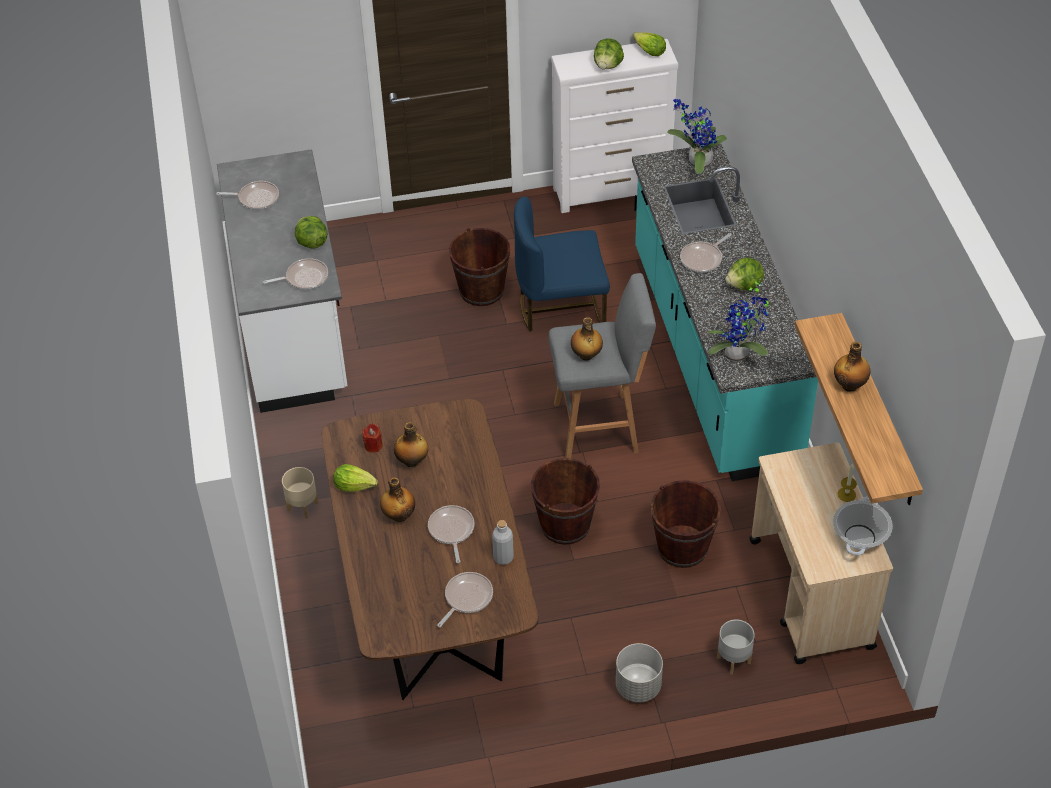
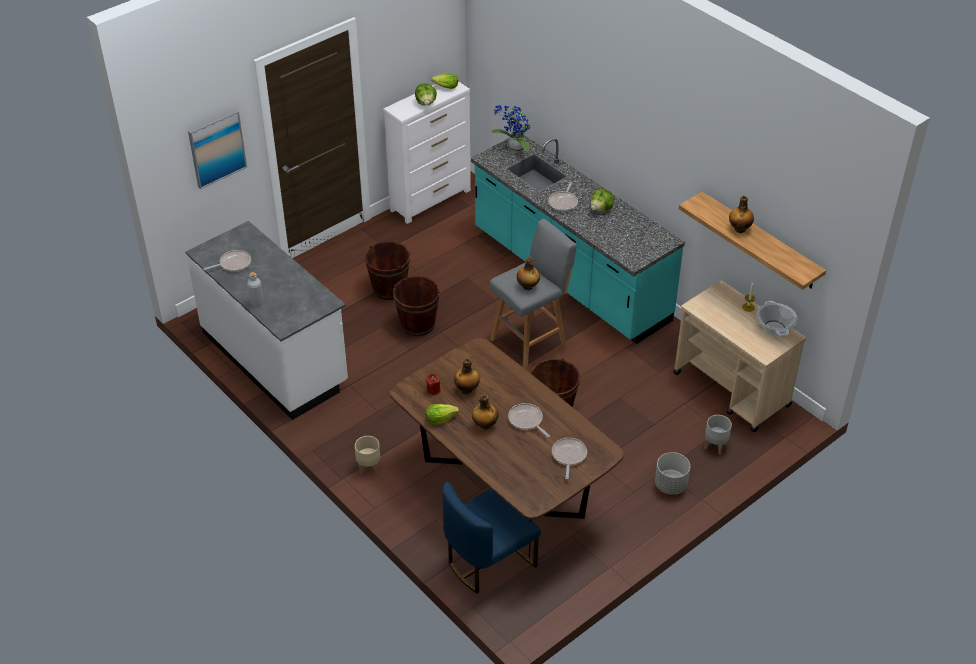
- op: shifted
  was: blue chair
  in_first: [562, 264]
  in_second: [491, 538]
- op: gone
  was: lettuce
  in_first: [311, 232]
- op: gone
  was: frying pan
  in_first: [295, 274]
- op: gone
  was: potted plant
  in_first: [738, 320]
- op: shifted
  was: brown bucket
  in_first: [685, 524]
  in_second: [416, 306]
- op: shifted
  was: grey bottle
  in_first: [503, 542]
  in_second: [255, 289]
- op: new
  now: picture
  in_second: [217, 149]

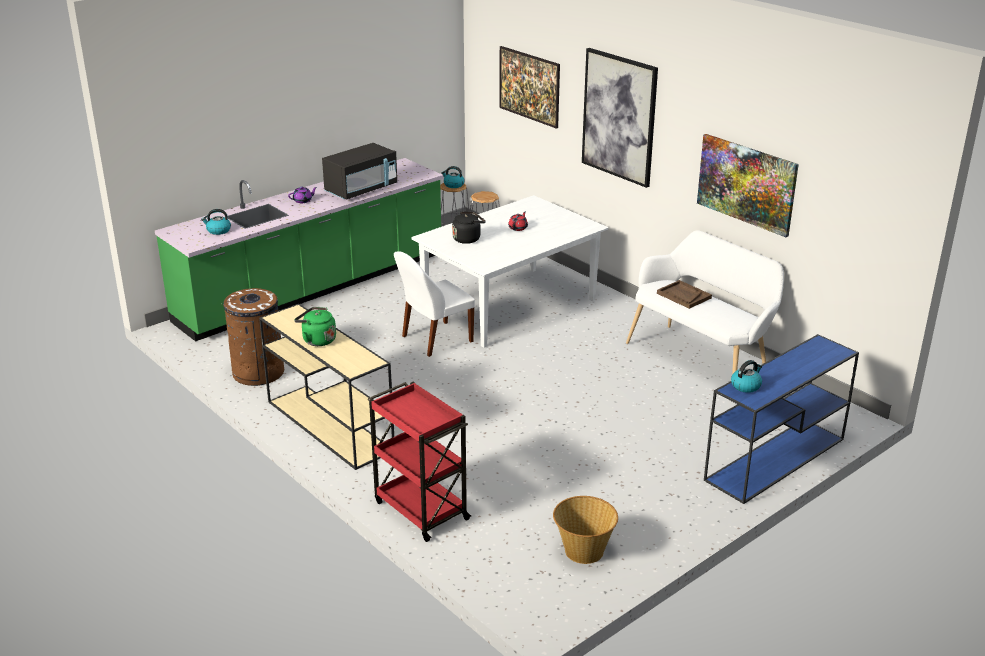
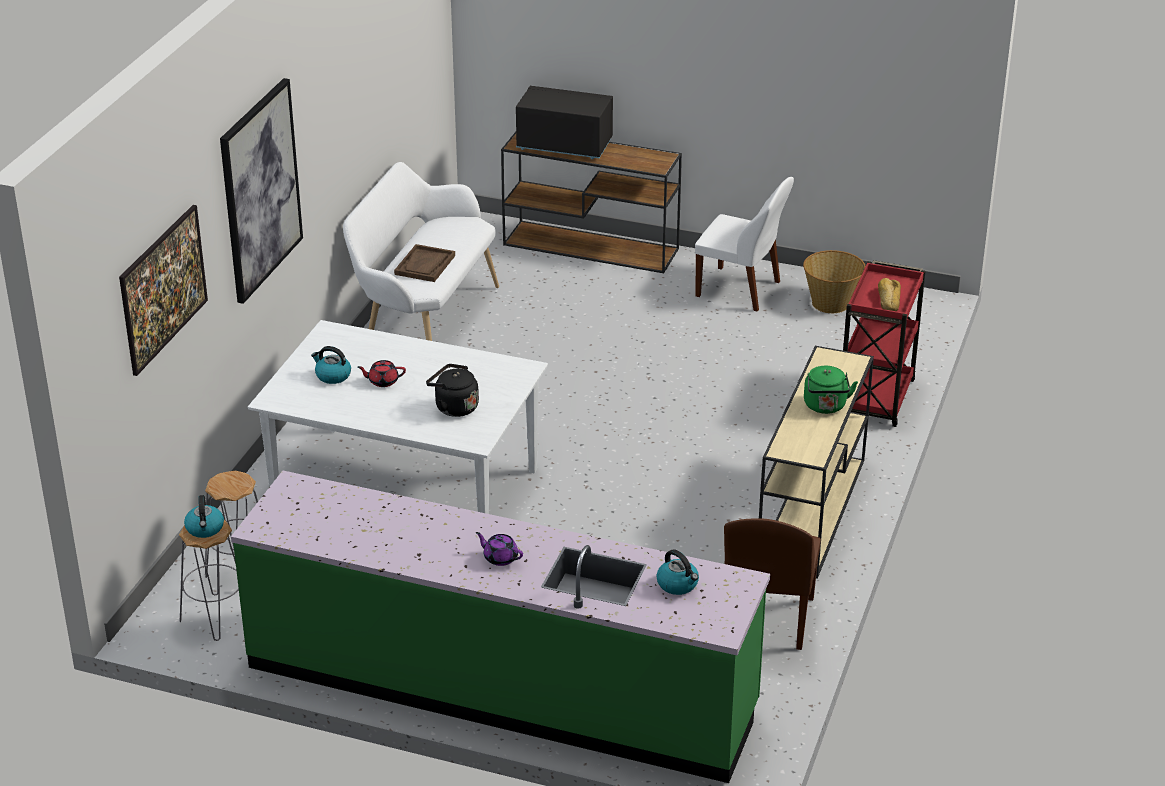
- op: gone
  was: picture
  in_first: [748, 185]
- op: shifted
  was: black microwave
  in_first: [359, 171]
  in_second: [564, 122]
- op: shifted
  was: white chair
  in_first: [434, 304]
  in_second: [744, 244]
- op: swapped
  was: brown trash can
  now: brown chair
  in_first: [252, 337]
  in_second: [772, 584]
- op: repainted
  was: blue console table
  now: brown console table
  in_first: [781, 419]
  in_second: [591, 202]
- op: shifted
  was: kettle
  in_first: [746, 376]
  in_second: [331, 365]
- op: new
  now: bread
  in_second: [889, 294]

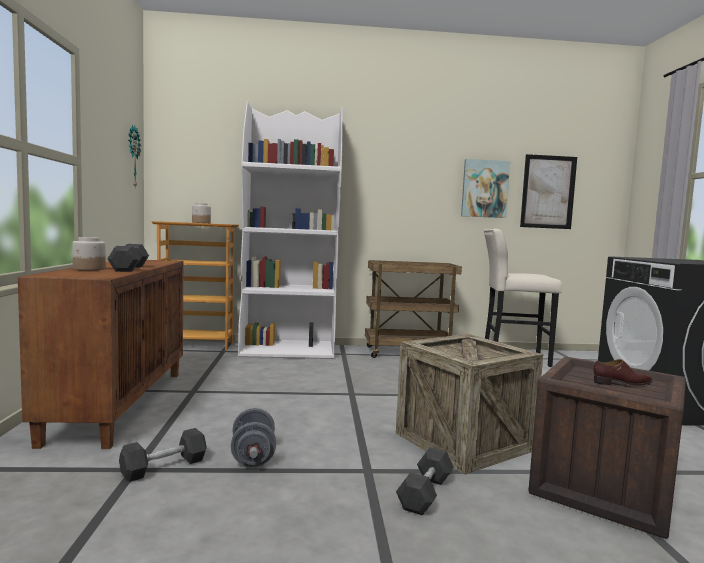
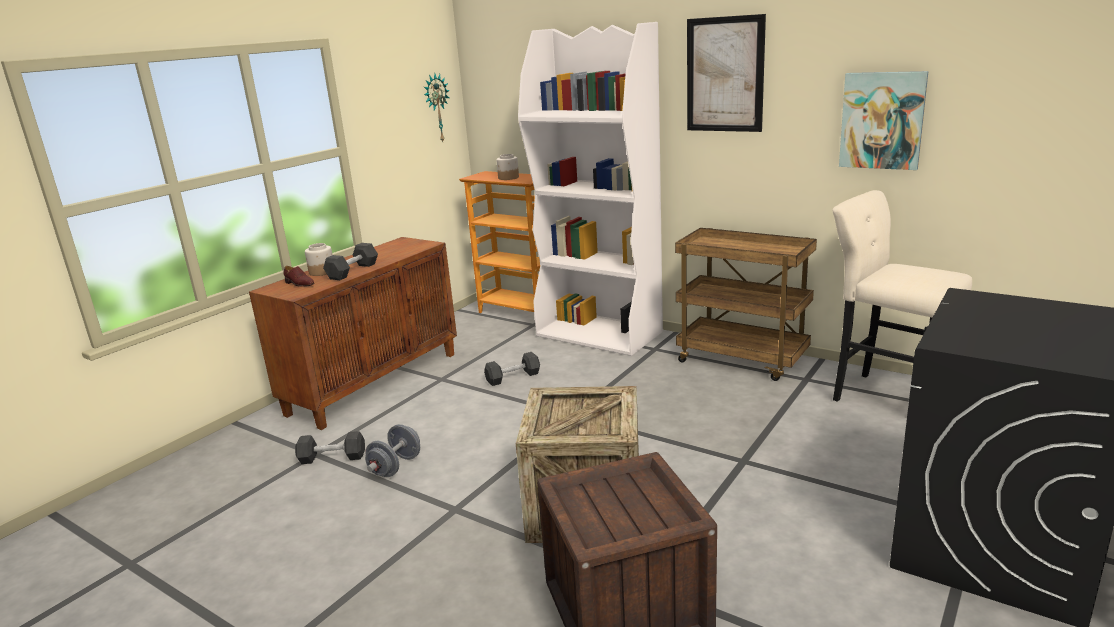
- op: shifted
  was: picture
  in_first: [548, 191]
  in_second: [726, 73]
- op: shifted
  was: brown shoe
  in_first: [622, 372]
  in_second: [298, 276]
- op: shifted
  was: black dumbbell
  in_first: [425, 481]
  in_second: [512, 369]

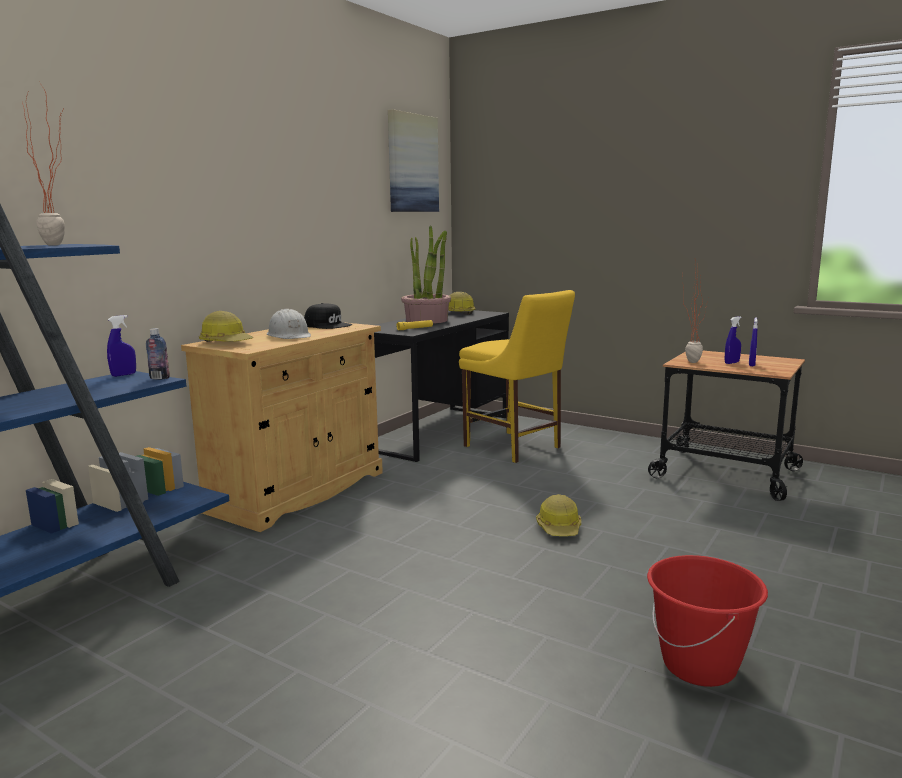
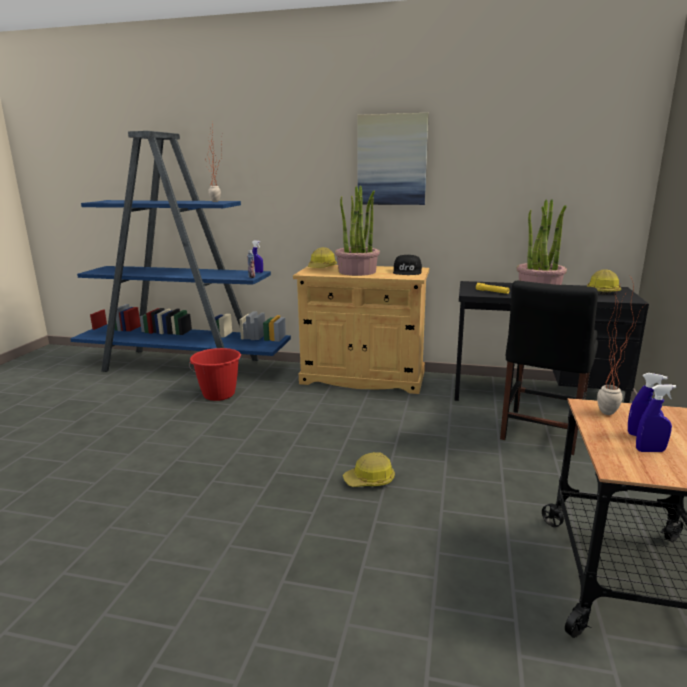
- op: shifted
  was: picture
  in_first: [413, 160]
  in_second: [393, 159]
- op: repainted
  was: yellow chair
  now: black chair
  in_first: [517, 376]
  in_second: [549, 368]
- op: swapped
  was: white hard hat
  now: potted plant
  in_first: [289, 324]
  in_second: [357, 230]
- op: shifted
  was: red bucket
  in_first: [707, 621]
  in_second: [215, 374]

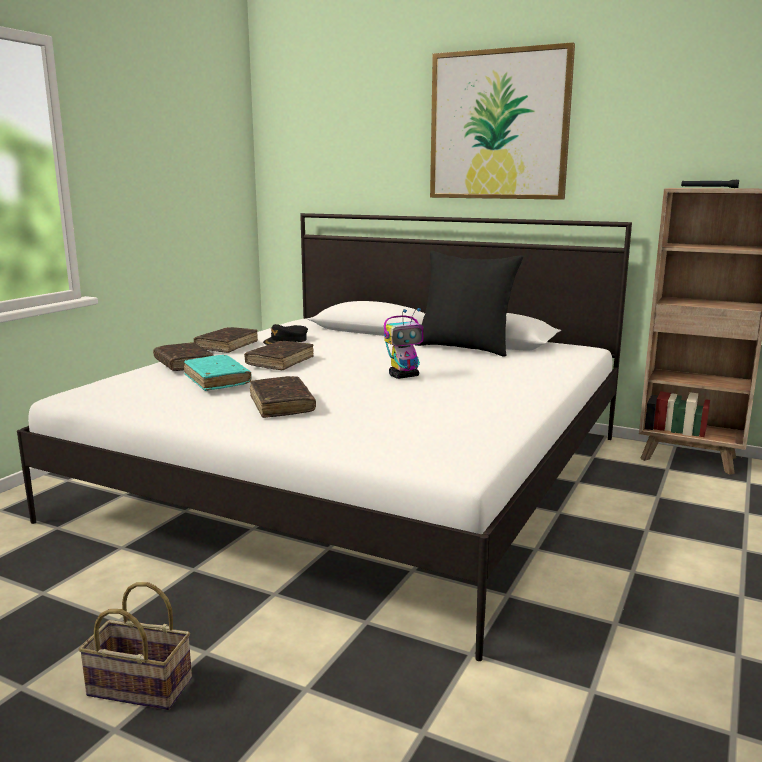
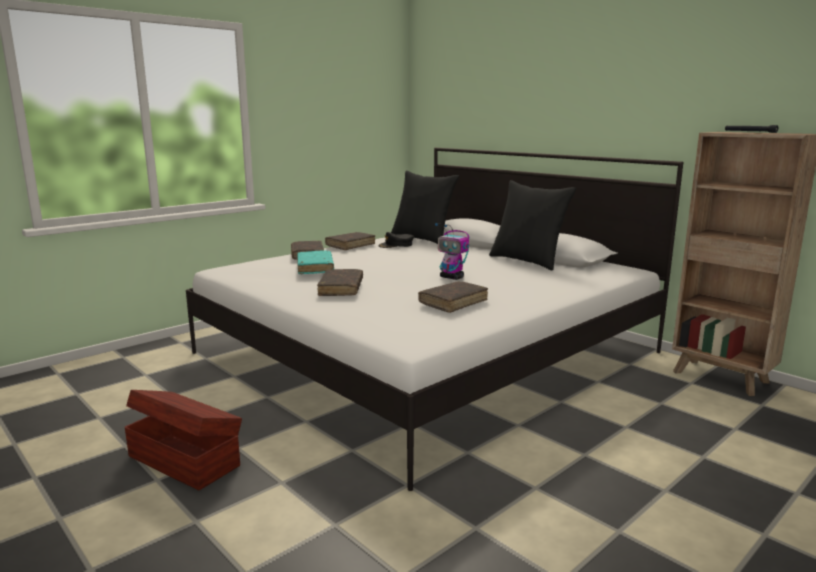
- op: gone
  was: picture
  in_first: [502, 121]
- op: rotated
  was: toy robot
  in_first: [404, 343]
  in_second: [452, 251]
  clockwise: 45
- op: shifted
  was: brown book
  in_first: [279, 355]
  in_second: [453, 297]
- op: swapped
  was: basket
  now: brown storage box
  in_first: [135, 646]
  in_second: [183, 440]
- op: new
  now: black pillow
  in_second: [425, 207]

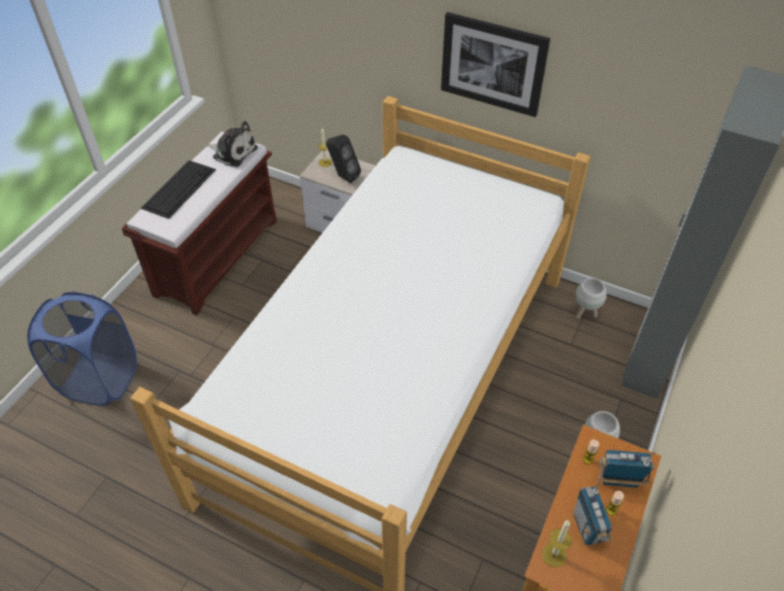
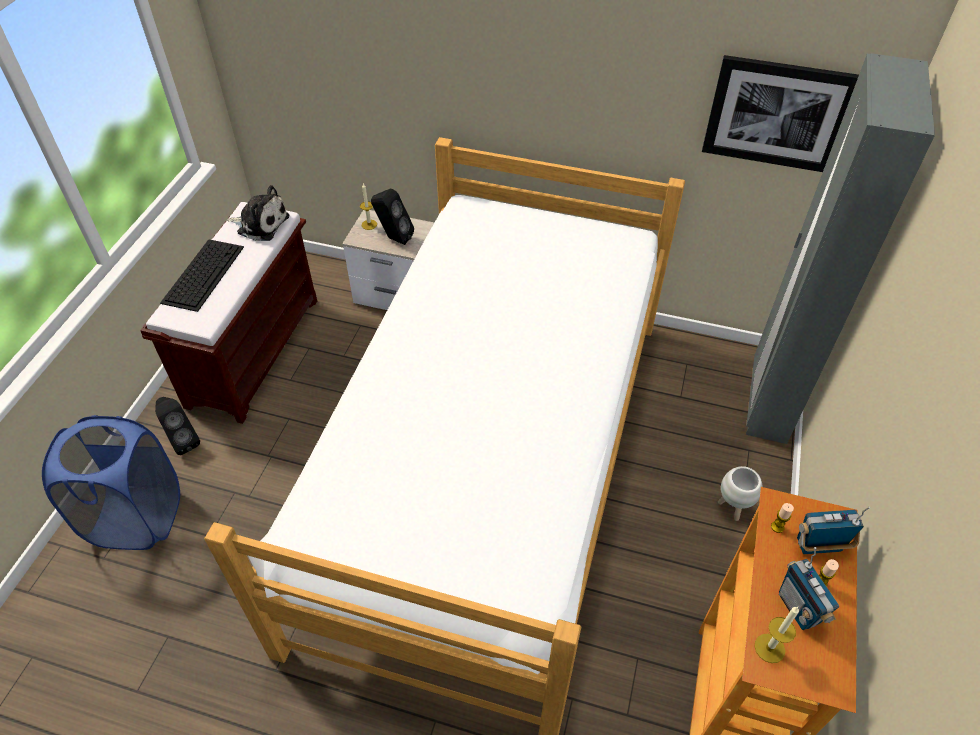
- op: shifted
  was: picture
  in_first: [495, 64]
  in_second: [780, 113]
- op: gone
  was: white planter
  in_first: [591, 298]
- op: new
  now: black speaker
  in_second: [177, 426]

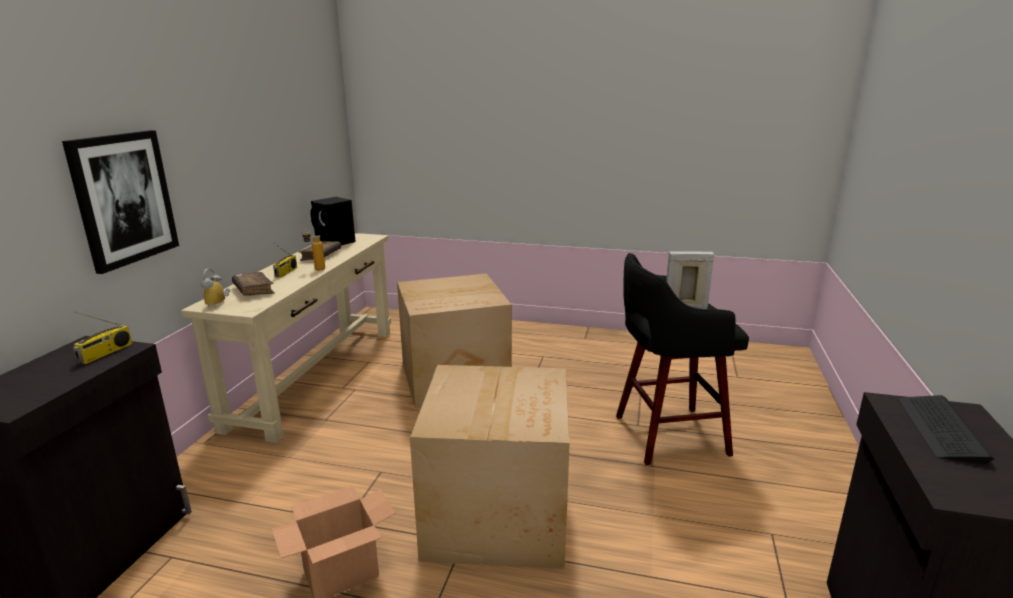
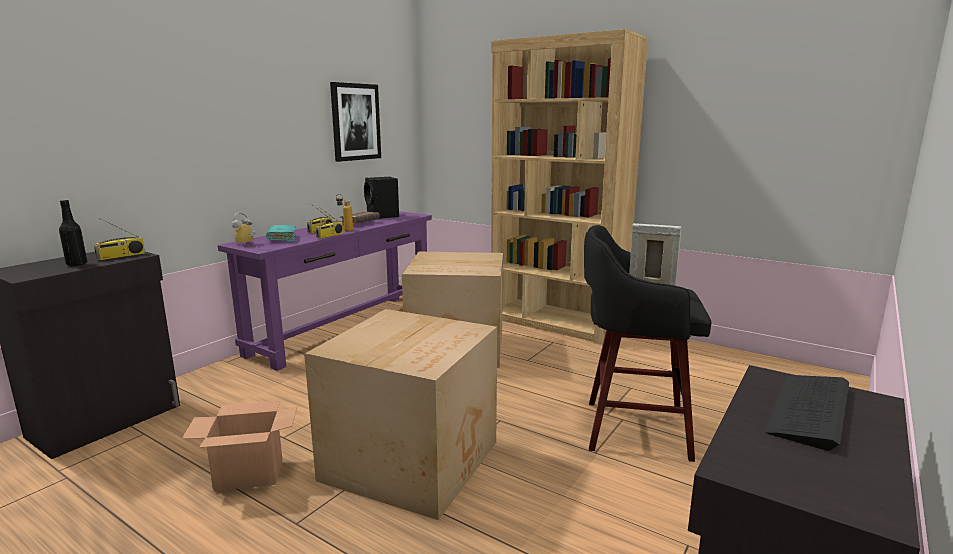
- op: shifted
  was: picture
  in_first: [120, 202]
  in_second: [355, 122]
- op: repainted
  was: beige console table
  now: purple console table
  in_first: [286, 338]
  in_second: [325, 291]
- op: repainted
  was: brown book
  now: turquoise book
  in_first: [253, 284]
  in_second: [281, 233]
- op: new
  now: brown bookcase
  in_second: [569, 187]
- op: new
  now: black bottle
  in_second: [73, 233]
- op: new
  now: radio
  in_second: [329, 223]

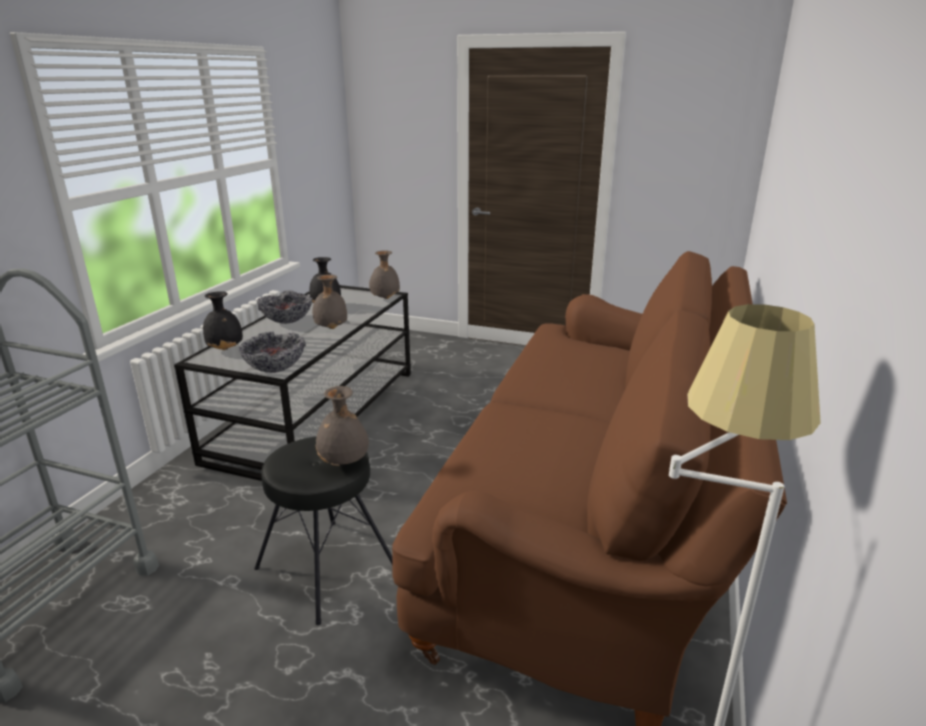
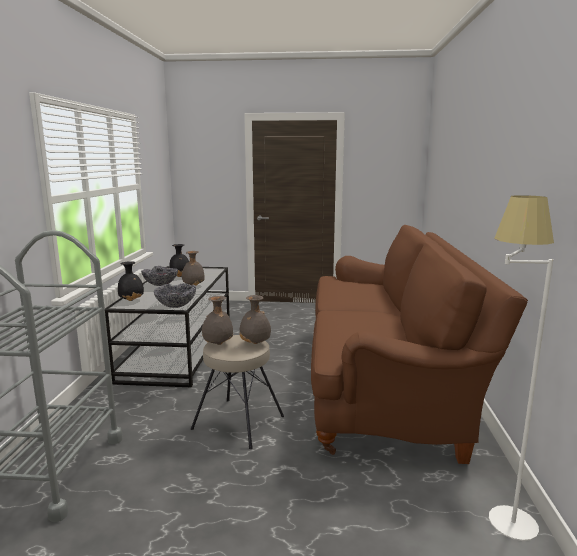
- op: shifted
  was: grey vase
  in_first: [384, 274]
  in_second: [217, 320]
- op: repainted
  was: black stool
  now: beige stool
  in_first: [323, 530]
  in_second: [237, 392]

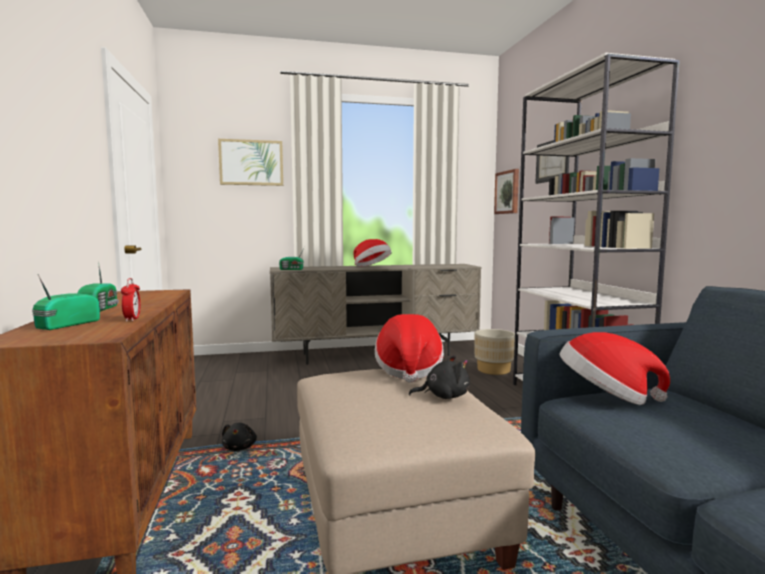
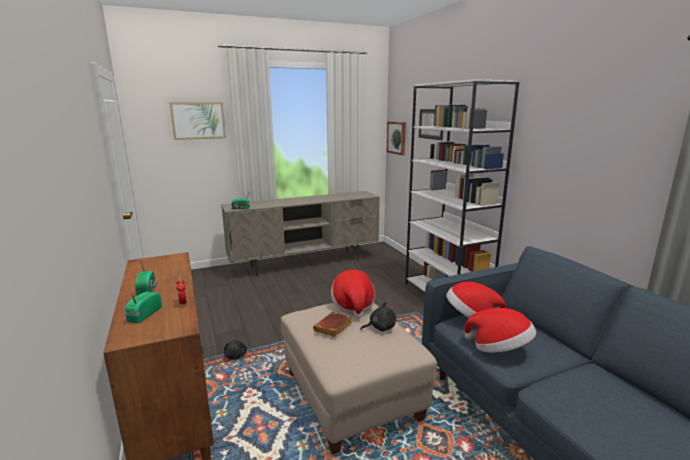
- op: shifted
  was: hat
  in_first: [372, 253]
  in_second: [500, 330]
- op: gone
  was: beige planter
  in_first: [494, 352]
- op: new
  now: brown book
  in_second: [333, 324]

